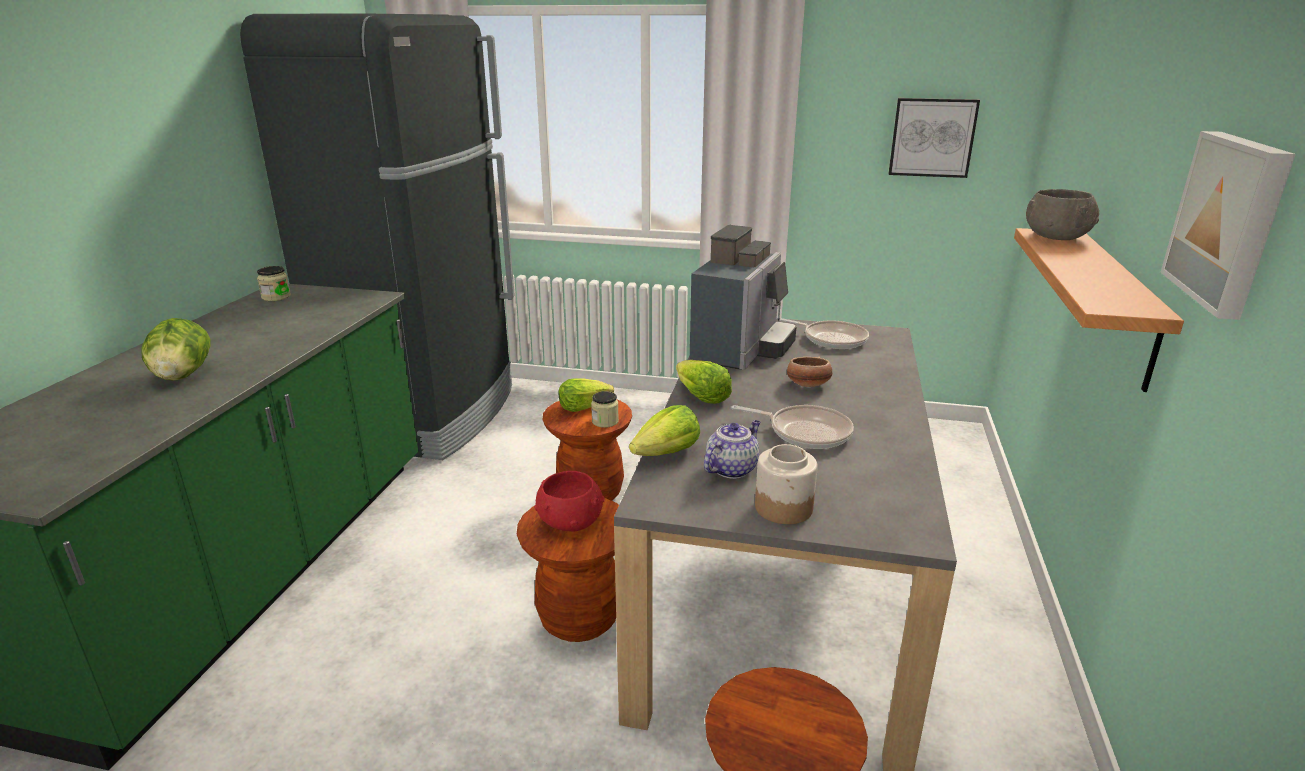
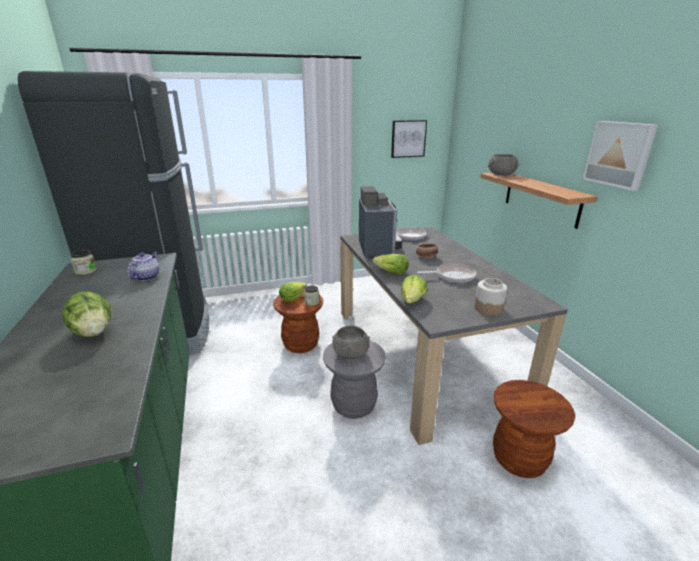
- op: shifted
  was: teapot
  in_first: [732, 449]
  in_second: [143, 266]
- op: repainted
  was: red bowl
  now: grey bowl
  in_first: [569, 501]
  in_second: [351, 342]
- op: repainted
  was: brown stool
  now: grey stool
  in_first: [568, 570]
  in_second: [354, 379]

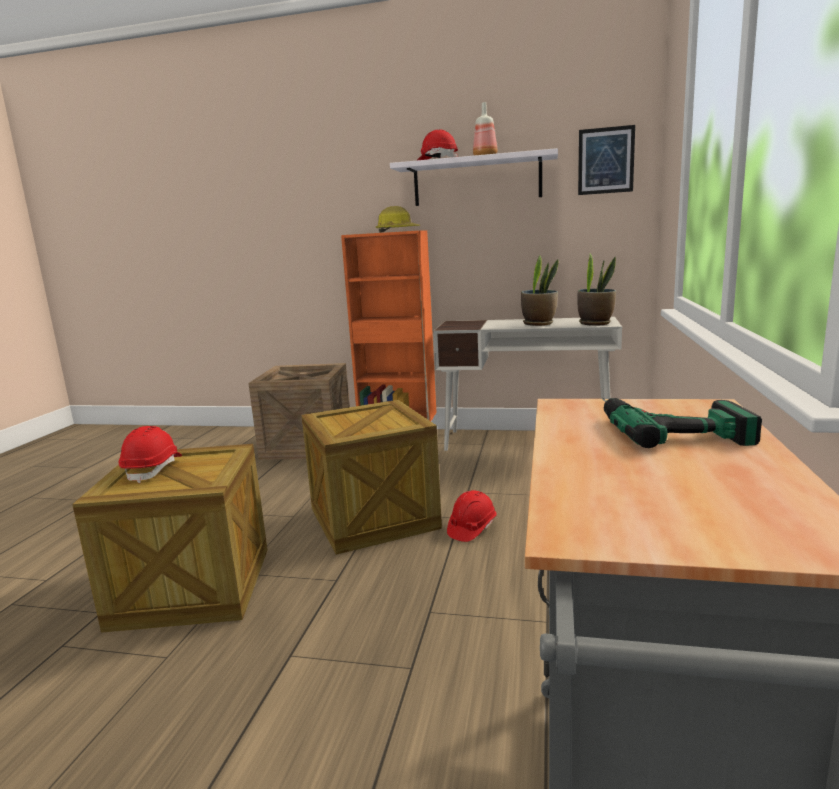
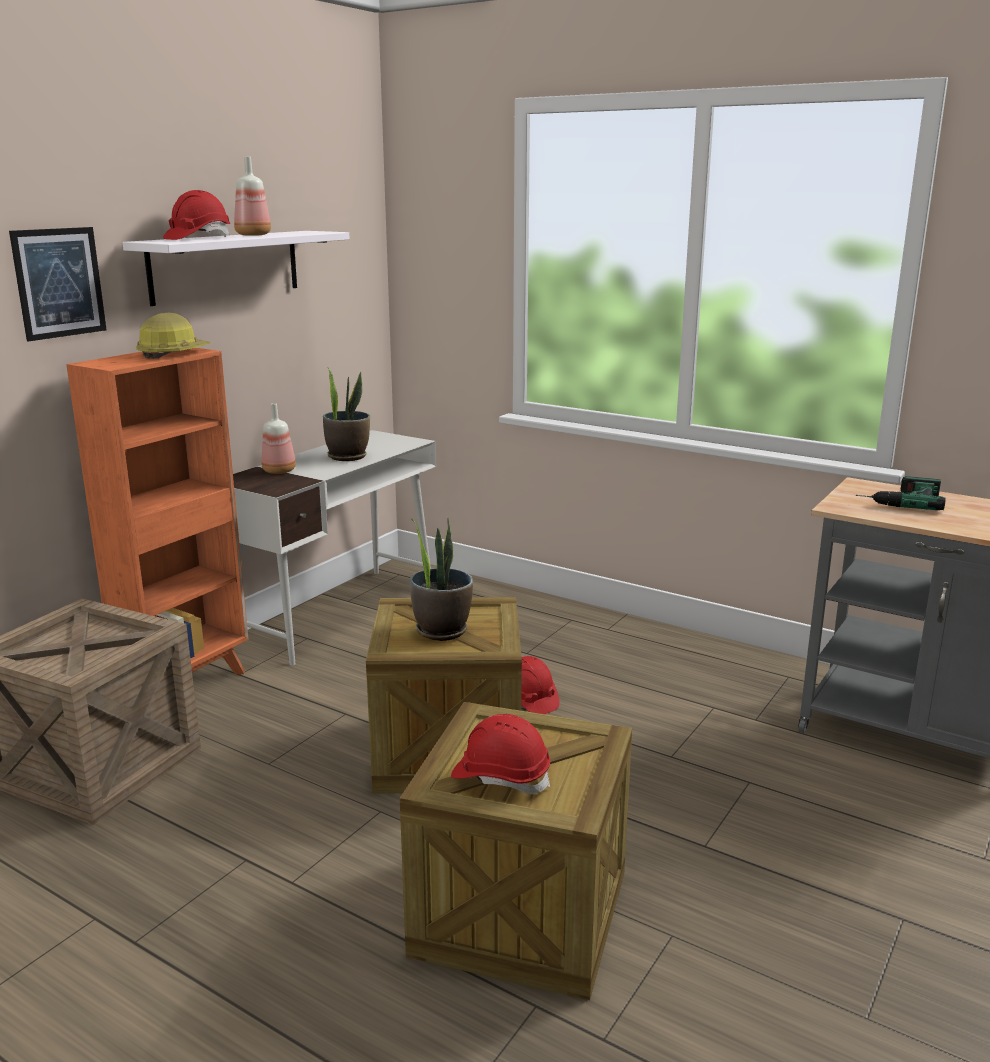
- op: shifted
  was: picture
  in_first: [606, 160]
  in_second: [58, 284]
- op: shifted
  was: potted plant
  in_first: [597, 289]
  in_second: [441, 579]
- op: new
  now: bottle
  in_second: [279, 438]

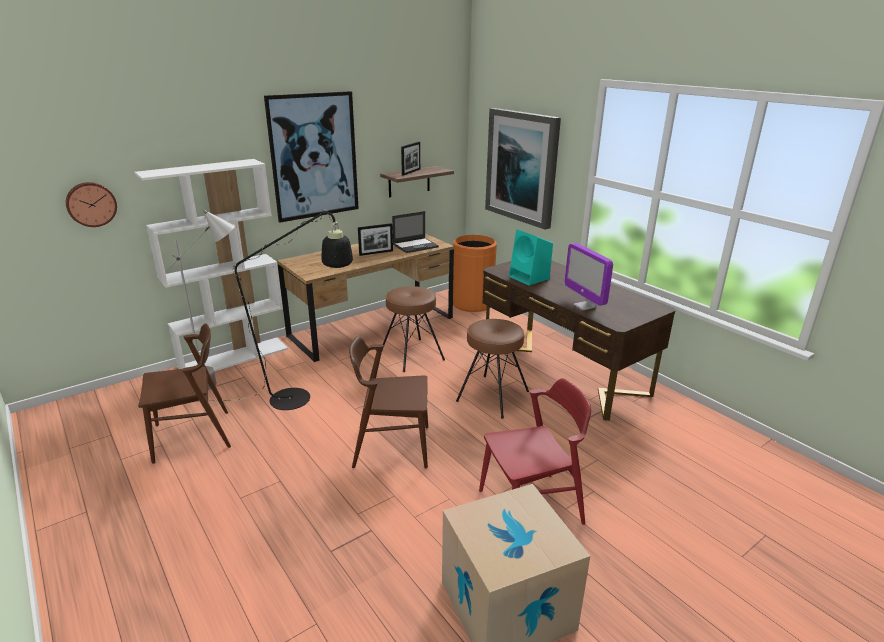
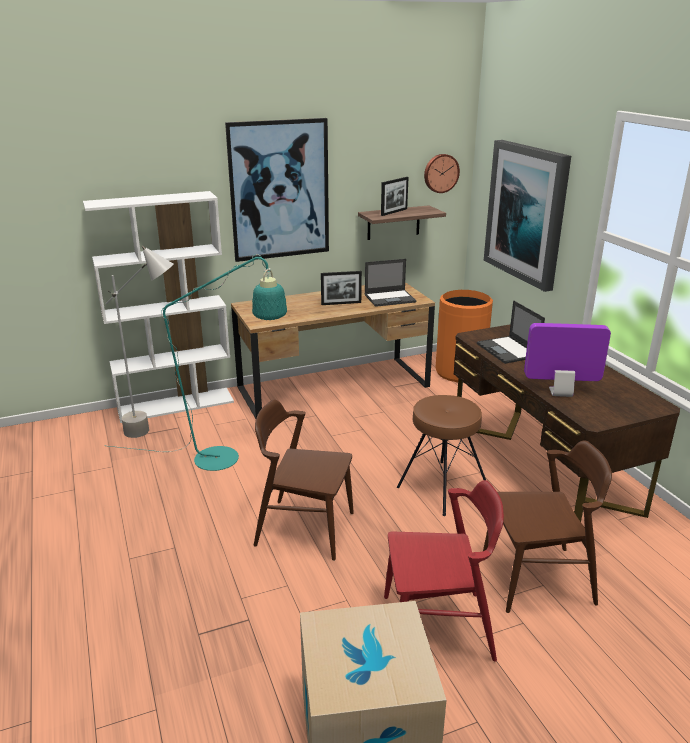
- op: shifted
  was: wall clock
  in_first: [91, 204]
  in_second: [442, 173]
- op: repainted
  was: black floor lamp
  now: turquoise floor lamp
  in_first: [274, 309]
  in_second: [197, 362]
- op: swapped
  was: turquoise speaker
  now: laptop
  in_first: [531, 257]
  in_second: [511, 332]
- op: rotated
  was: monitor
  in_first: [589, 276]
  in_second: [567, 360]
  clockwise: 105
- op: gone
  was: brown stool
  in_first: [414, 329]
- op: shifted
  was: brown chair
  in_first: [184, 393]
  in_second: [547, 526]

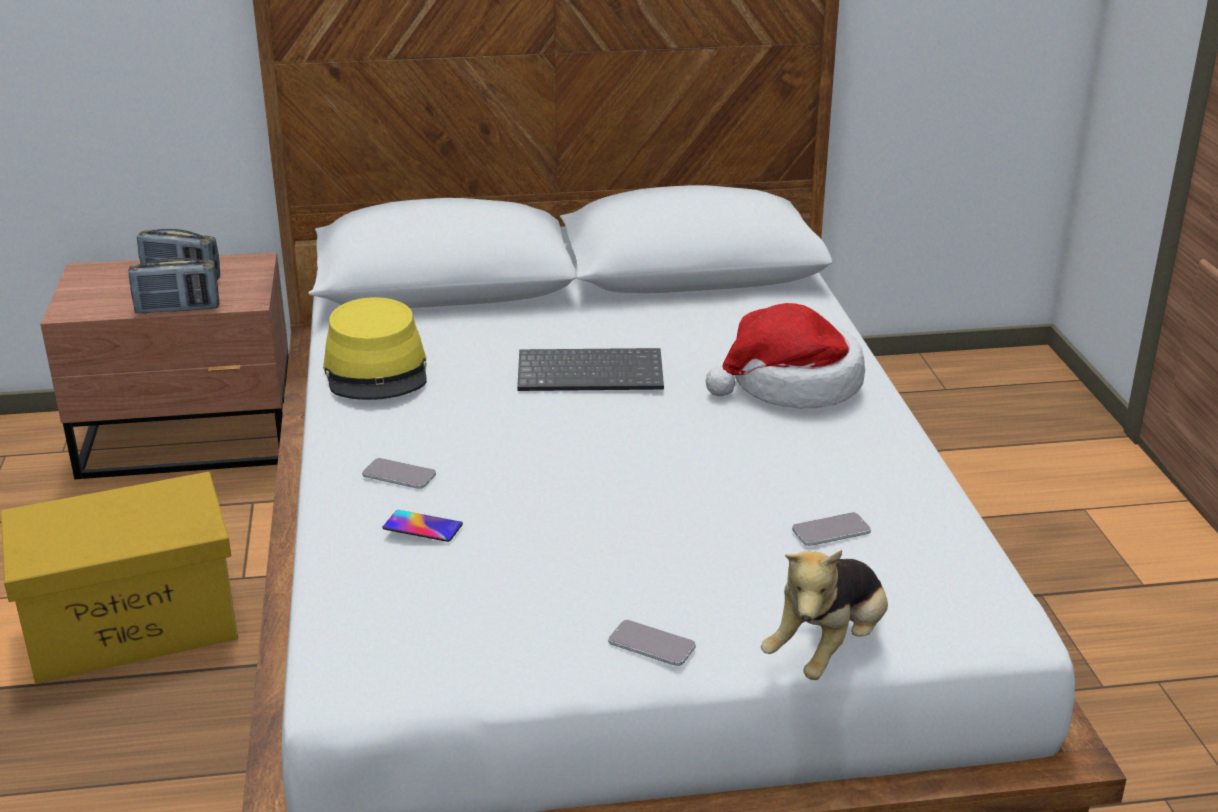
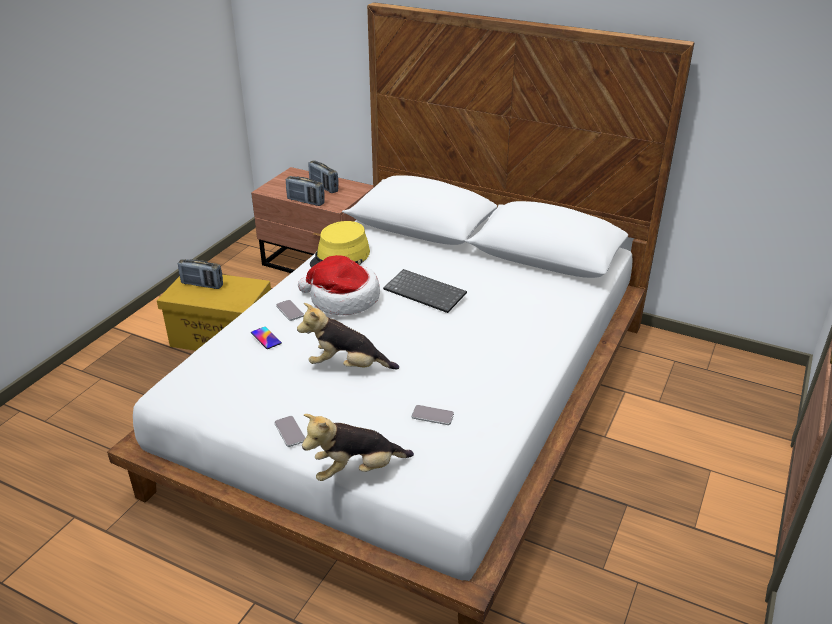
- op: shifted
  was: hat
  in_first: [785, 356]
  in_second: [339, 285]
- op: new
  now: radio
  in_second: [200, 274]
- op: new
  now: plush toy
  in_second: [348, 336]

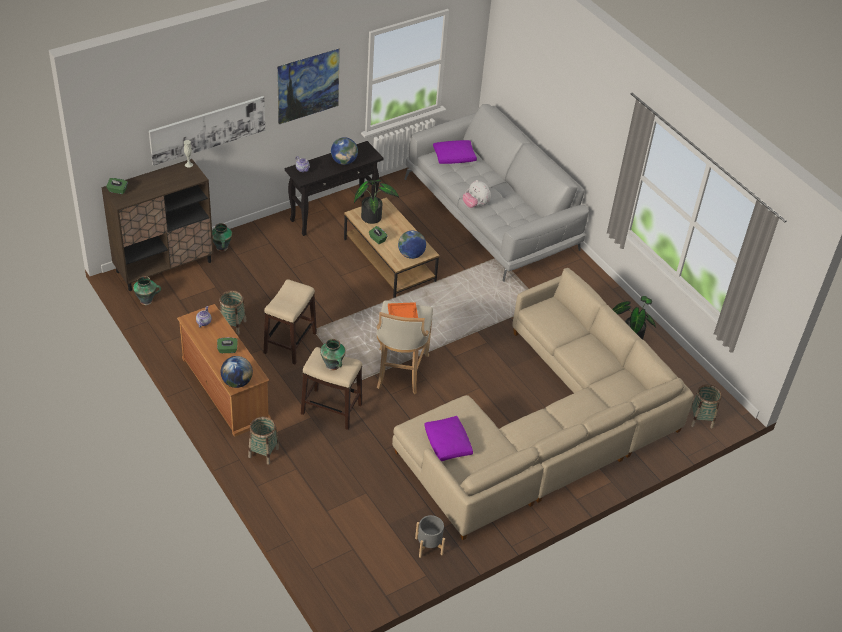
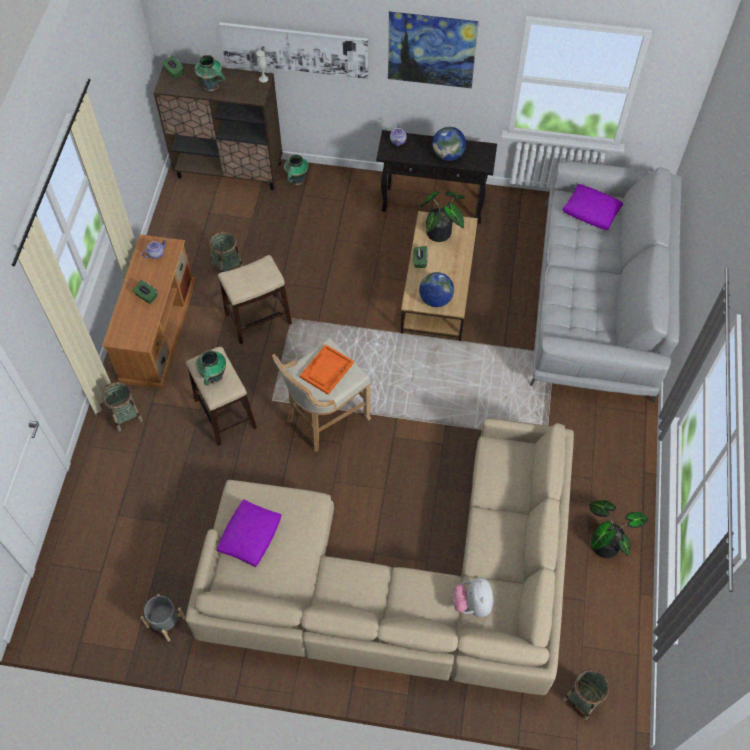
- op: shifted
  was: plush toy
  in_first: [477, 194]
  in_second: [473, 597]
- op: shifted
  was: vase
  in_first: [147, 290]
  in_second: [209, 73]
- op: gone
  was: globe
  in_first: [237, 372]

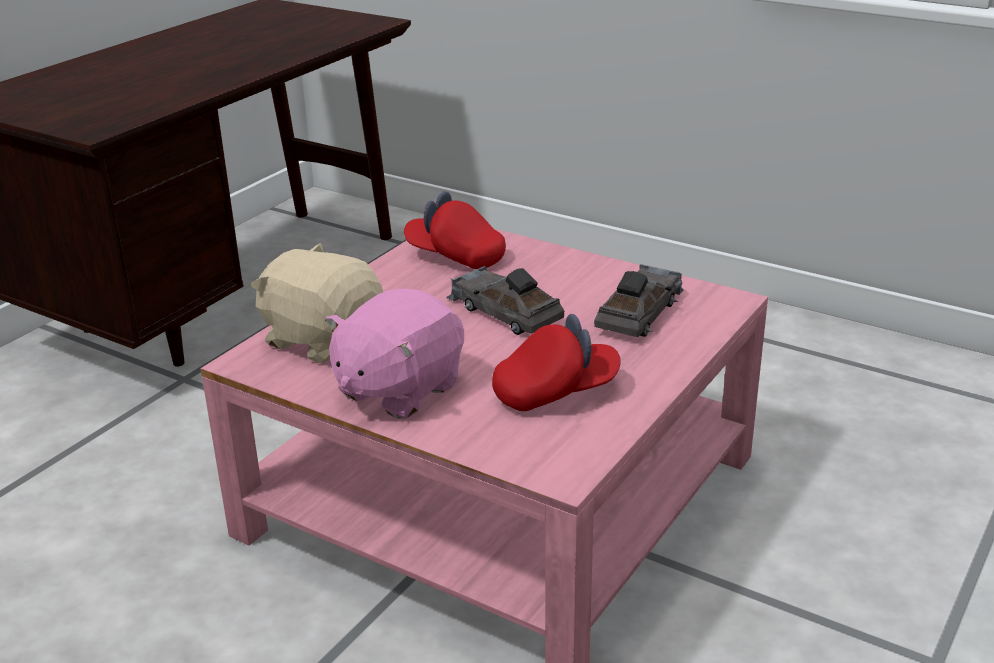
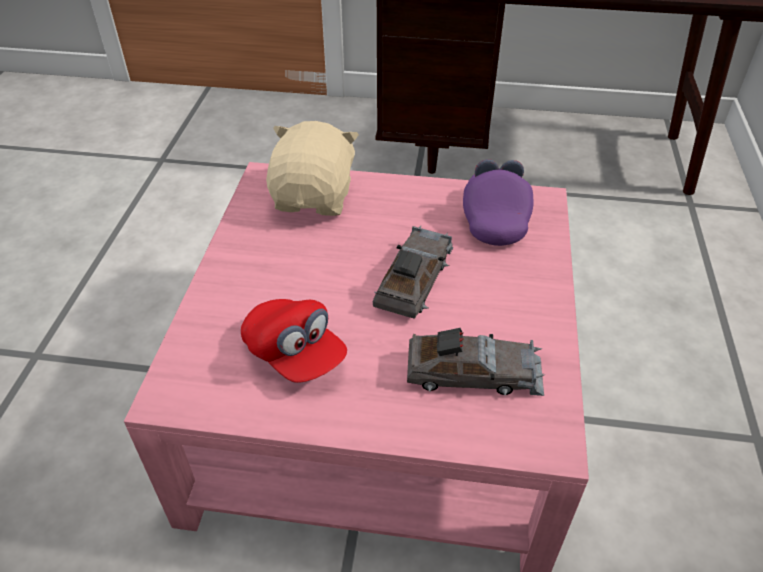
- op: repainted
  was: red cap
  now: purple cap
  in_first: [455, 230]
  in_second: [498, 202]
- op: gone
  was: pink plush toy
  in_first: [394, 354]

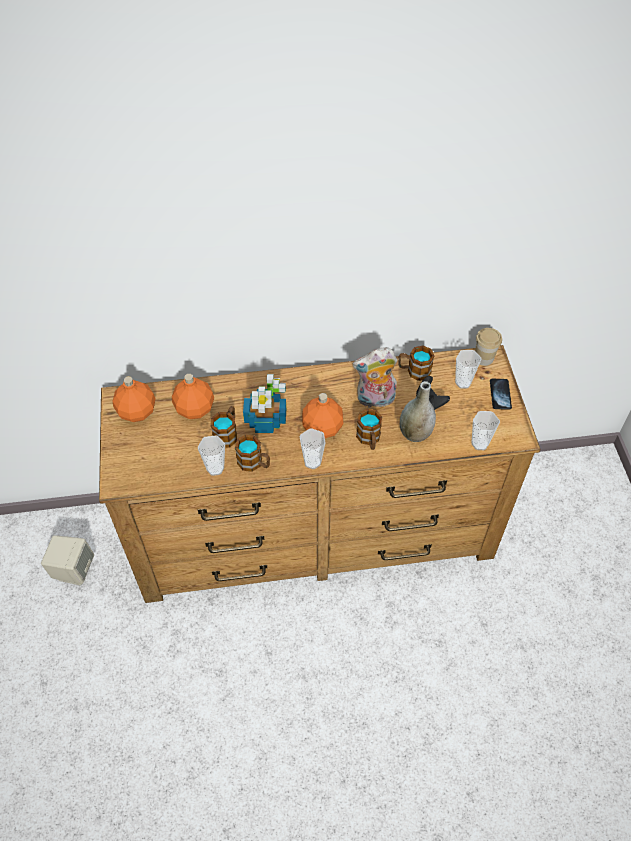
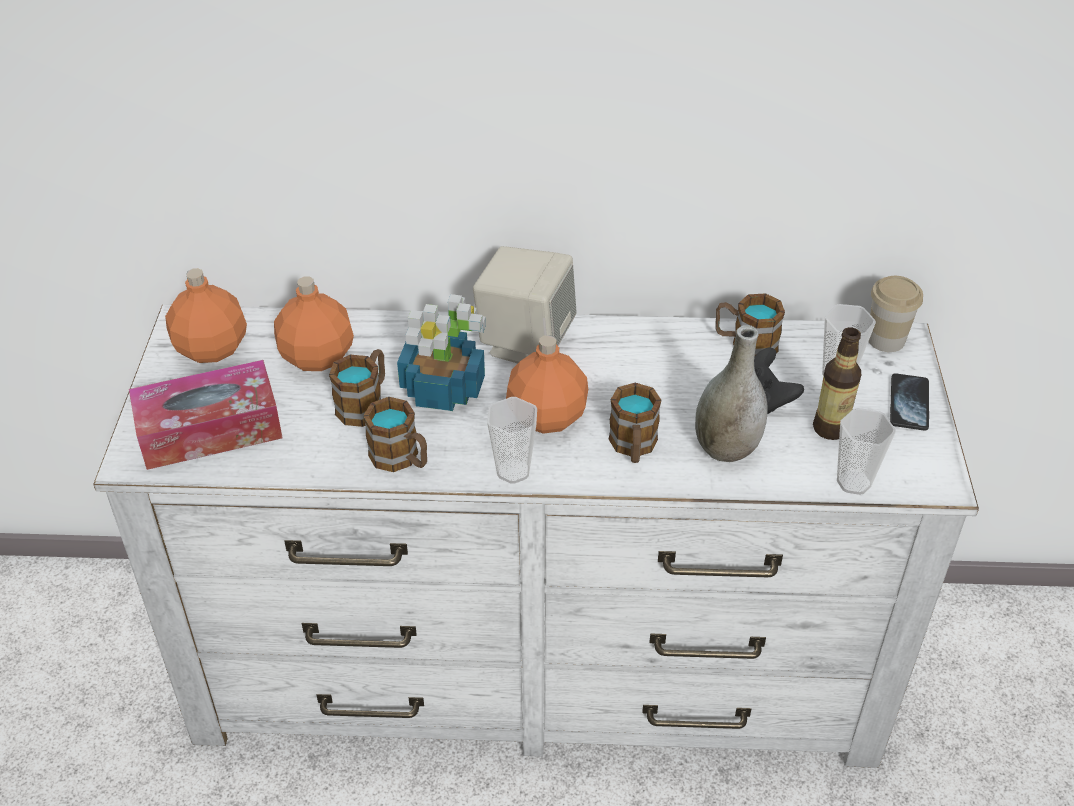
- op: repainted
  was: brown dresser
  now: white dresser
  in_first: [320, 474]
  in_second: [536, 536]
- op: gone
  was: plush toy
  in_first: [375, 377]
- op: gone
  was: cup
  in_first: [211, 455]
- op: shifted
  was: beige speaker
  in_first: [67, 560]
  in_second: [525, 304]
- op: new
  now: bottle
  in_second: [837, 384]
- op: new
  now: tissue box
  in_second: [206, 415]

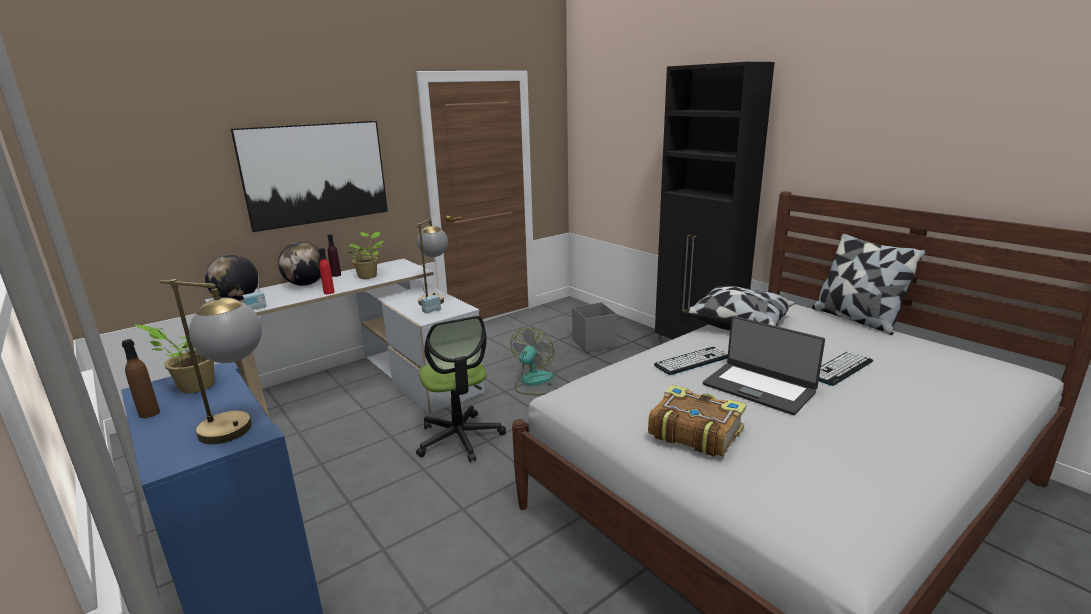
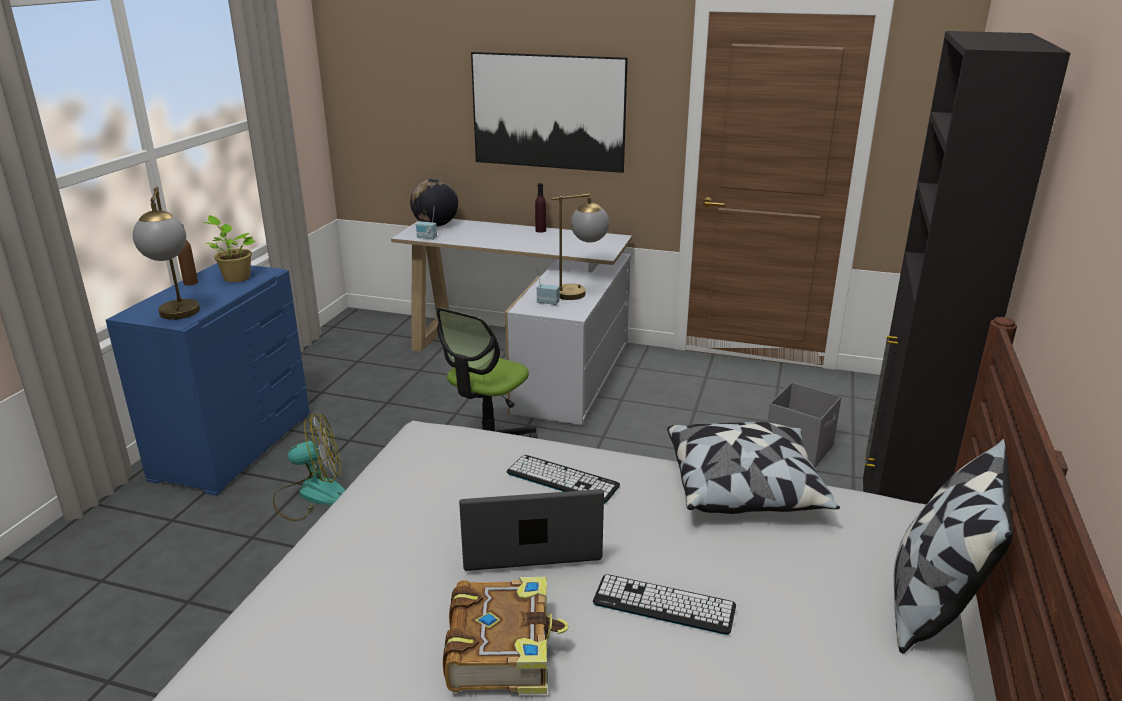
- op: gone
  was: potted plant
  in_first: [366, 255]
- op: gone
  was: globe
  in_first: [299, 264]
- op: gone
  was: red bottle
  in_first: [327, 271]
- op: rotated
  was: laptop
  in_first: [764, 365]
  in_second: [531, 530]
  clockwise: 75
- op: shifted
  was: fan
  in_first: [534, 361]
  in_second: [309, 467]
- op: shifted
  was: book
  in_first: [697, 421]
  in_second: [506, 635]

